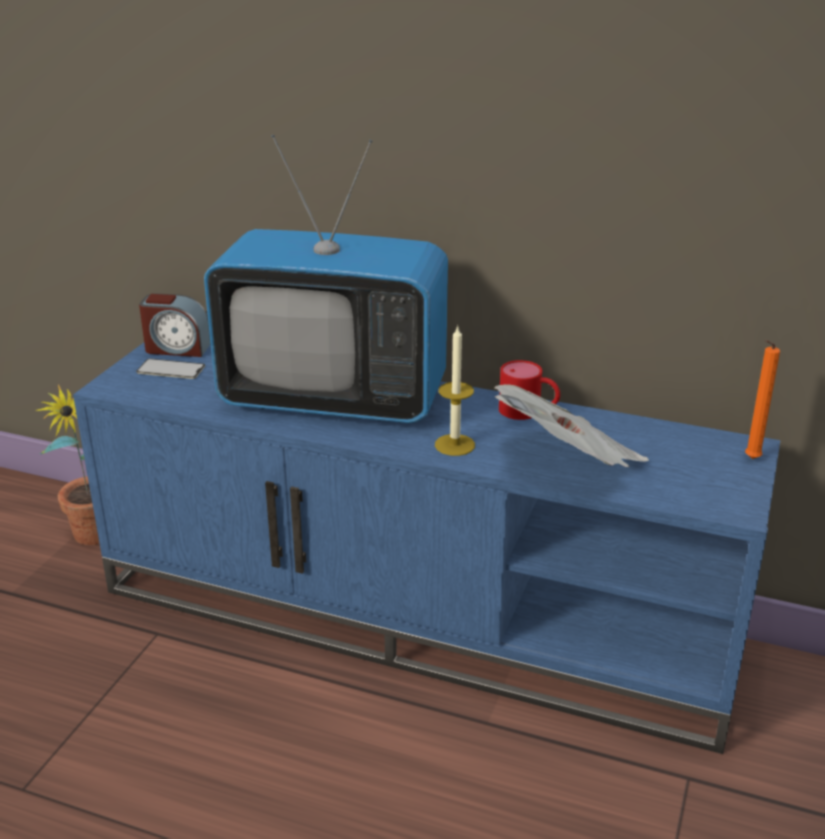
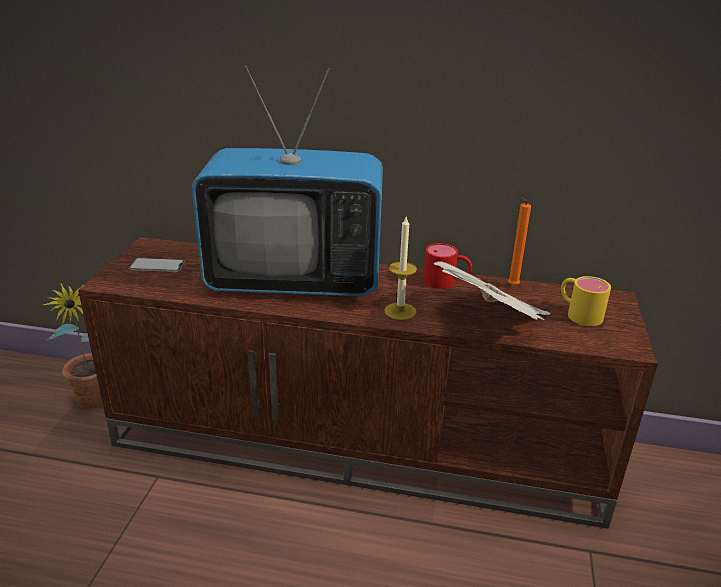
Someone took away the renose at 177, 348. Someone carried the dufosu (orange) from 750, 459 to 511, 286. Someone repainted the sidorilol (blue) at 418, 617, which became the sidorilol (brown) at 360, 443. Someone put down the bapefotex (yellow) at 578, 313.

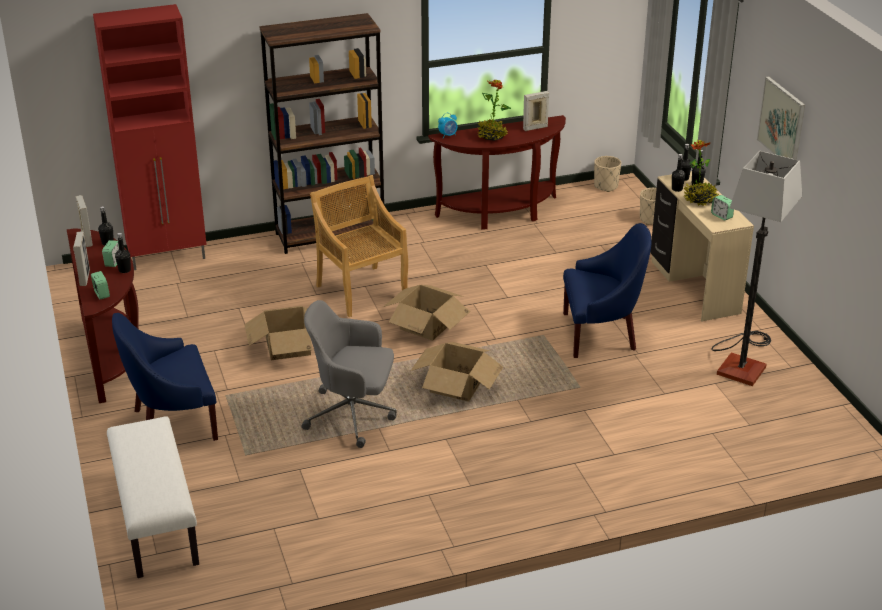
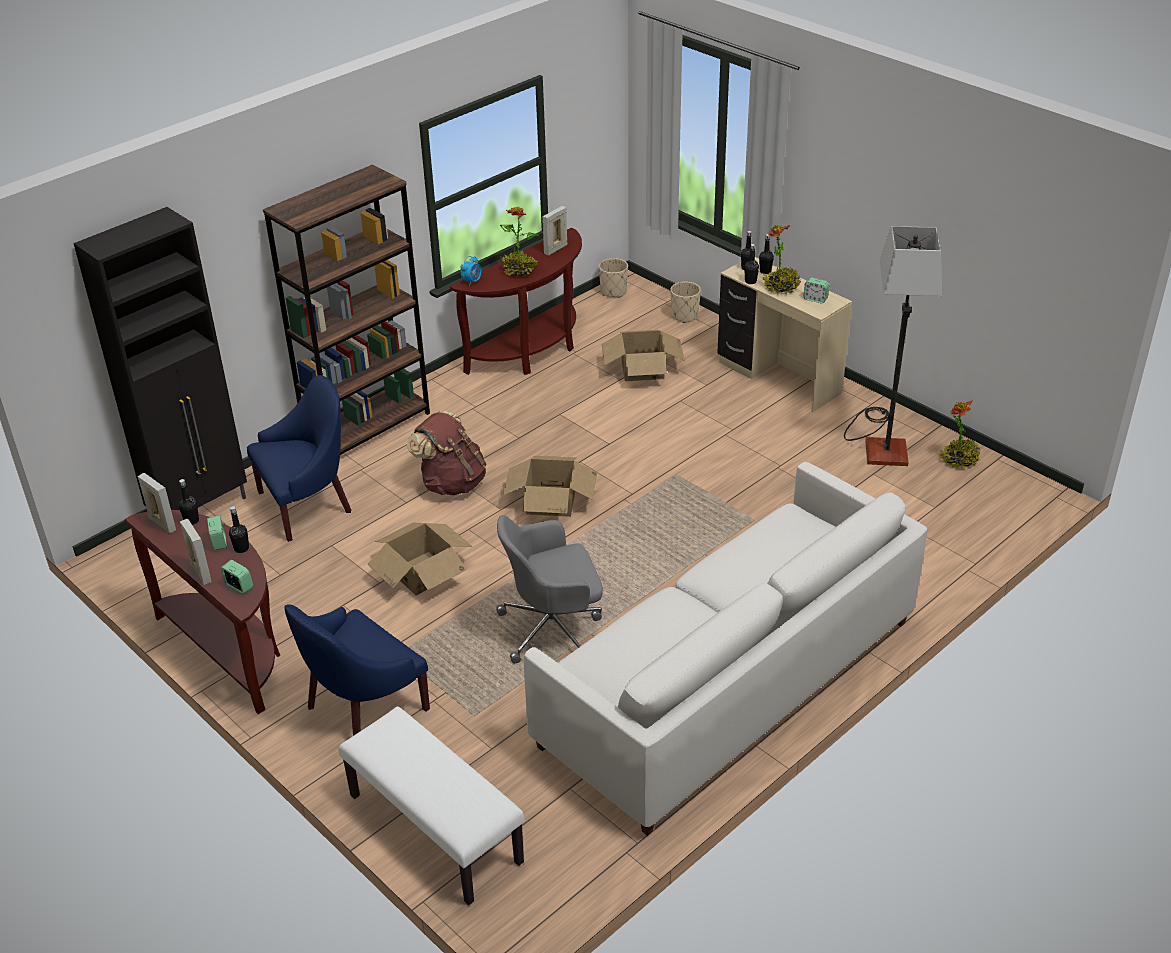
Someone repainted the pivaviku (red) at 169, 257, which became the pivaviku (black) at 201, 509. Someone took away the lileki at 781, 122. Someone swapped the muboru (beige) at 361, 290 for the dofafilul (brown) at 451, 483. Someone carried the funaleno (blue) from 601, 334 to 308, 504. Someone carried the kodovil from 456, 385 to 642, 368. Someone put down the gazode at 959, 460. Someone put down the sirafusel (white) at 728, 683.

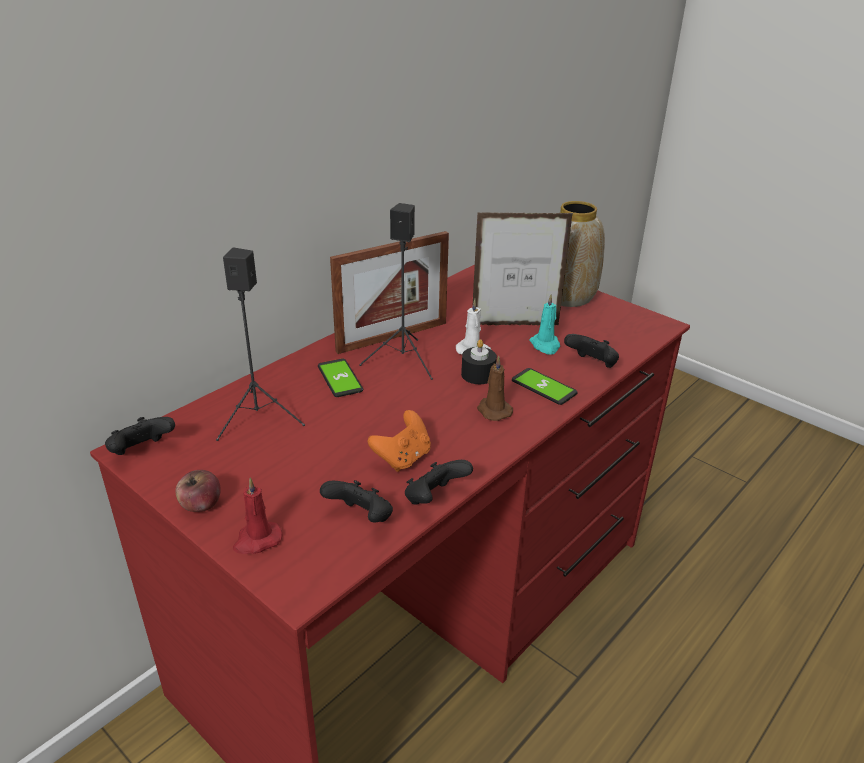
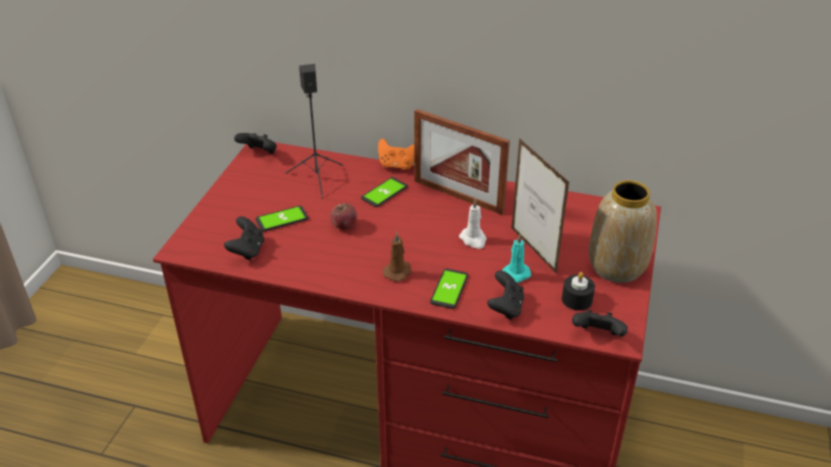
Someone took away the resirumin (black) at 404, 361. Someone carried the dufosu (black) from 478, 374 to 577, 299. Someone carried the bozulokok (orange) from 403, 458 to 398, 165. Someone carried the bozulokok (black) from 434, 499 to 597, 335. Someone carried the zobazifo from 200, 505 to 344, 226. Someone took away the dufosu (red) at 257, 540. Someone put down the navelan at 282, 219.

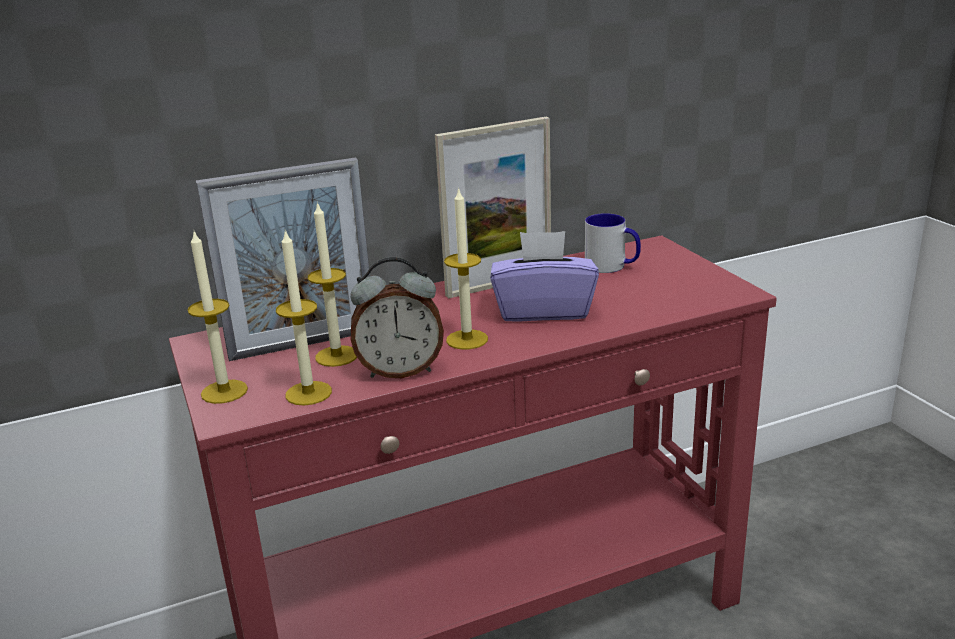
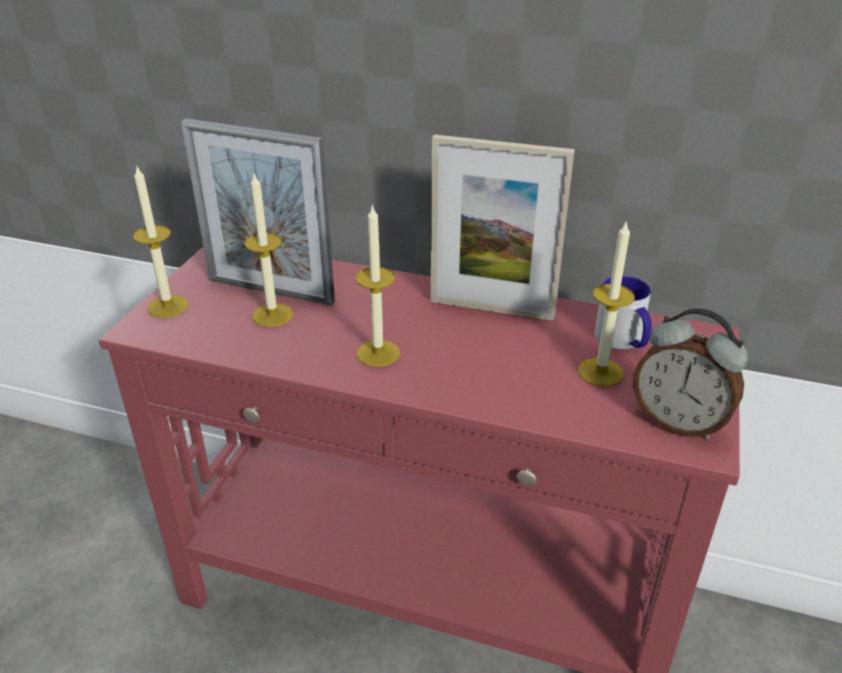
Someone carried the dufosu from 308, 393 to 600, 372. Someone took away the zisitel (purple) at 543, 310. Someone carried the renose from 400, 371 to 678, 422.

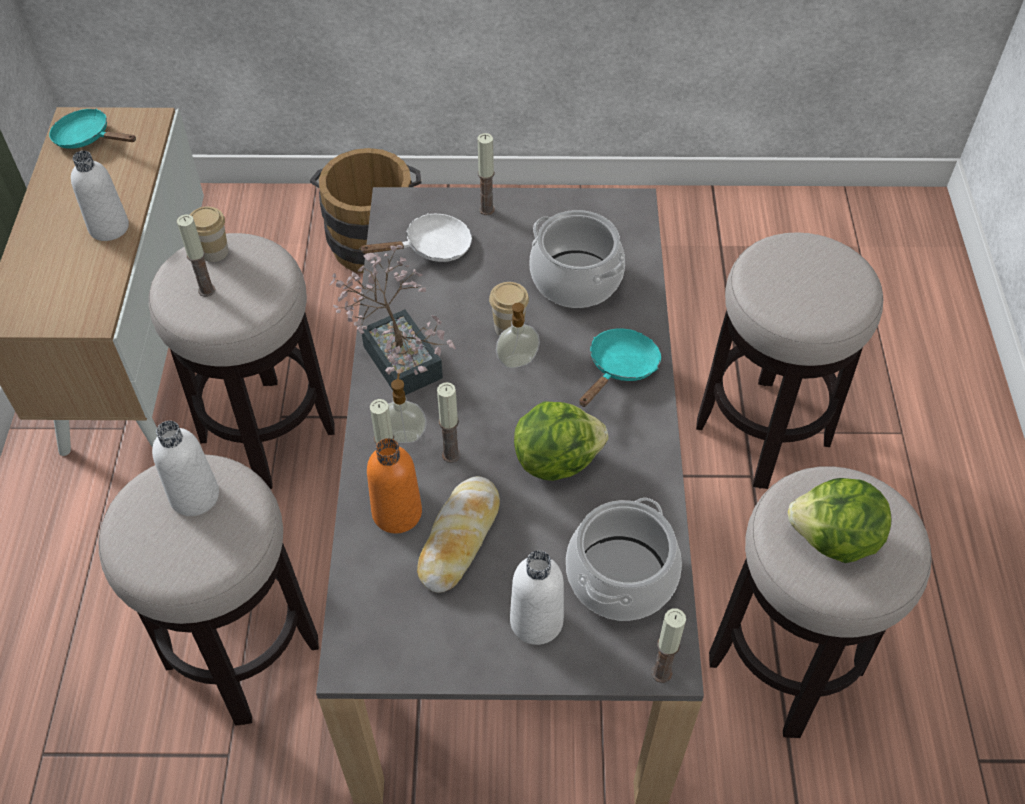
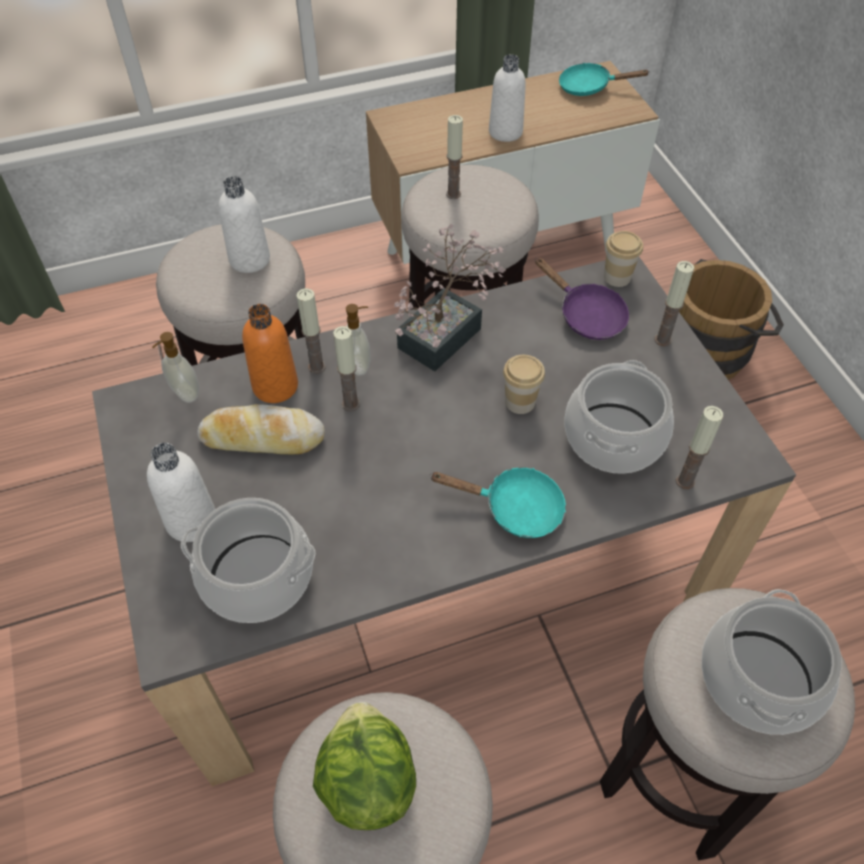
Someone rotated the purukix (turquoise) at 88, 138 by 90 degrees counterclockwise. Someone carried the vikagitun from 214, 252 to 617, 277. Someone repainted the purukix (white) at 431, 248, which became the purukix (purple) at 586, 315. Someone carried the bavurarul from 518, 362 to 185, 394. Someone took away the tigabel at 556, 459. Someone carried the dufosu from 661, 672 to 685, 481. Someone put down the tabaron at 757, 679.

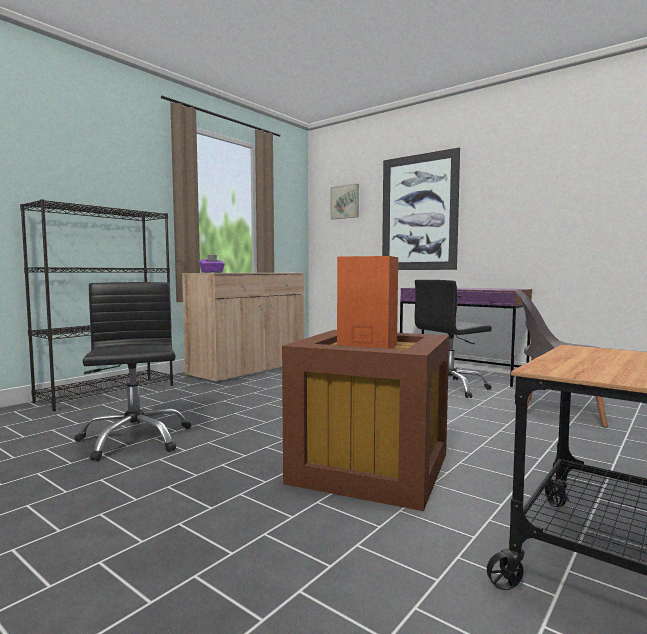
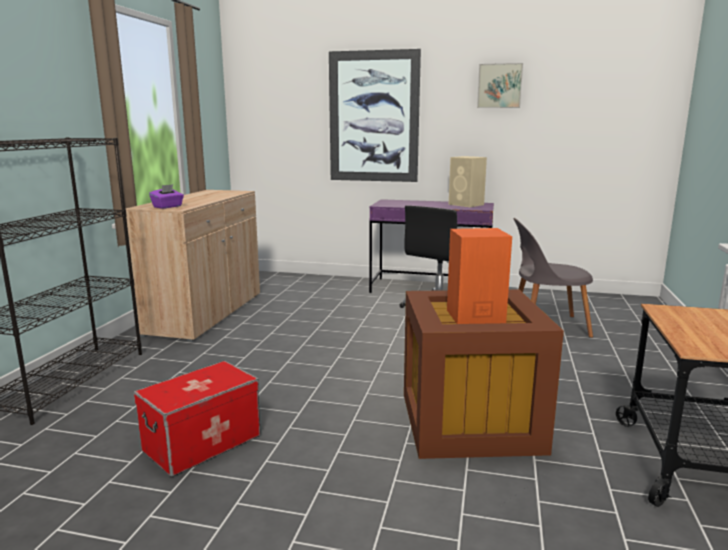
Someone carried the lileki from 345, 202 to 499, 86. Someone swapped the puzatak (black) at 134, 439 for the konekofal at 202, 442. Someone put down the resirumin (beige) at 466, 204.

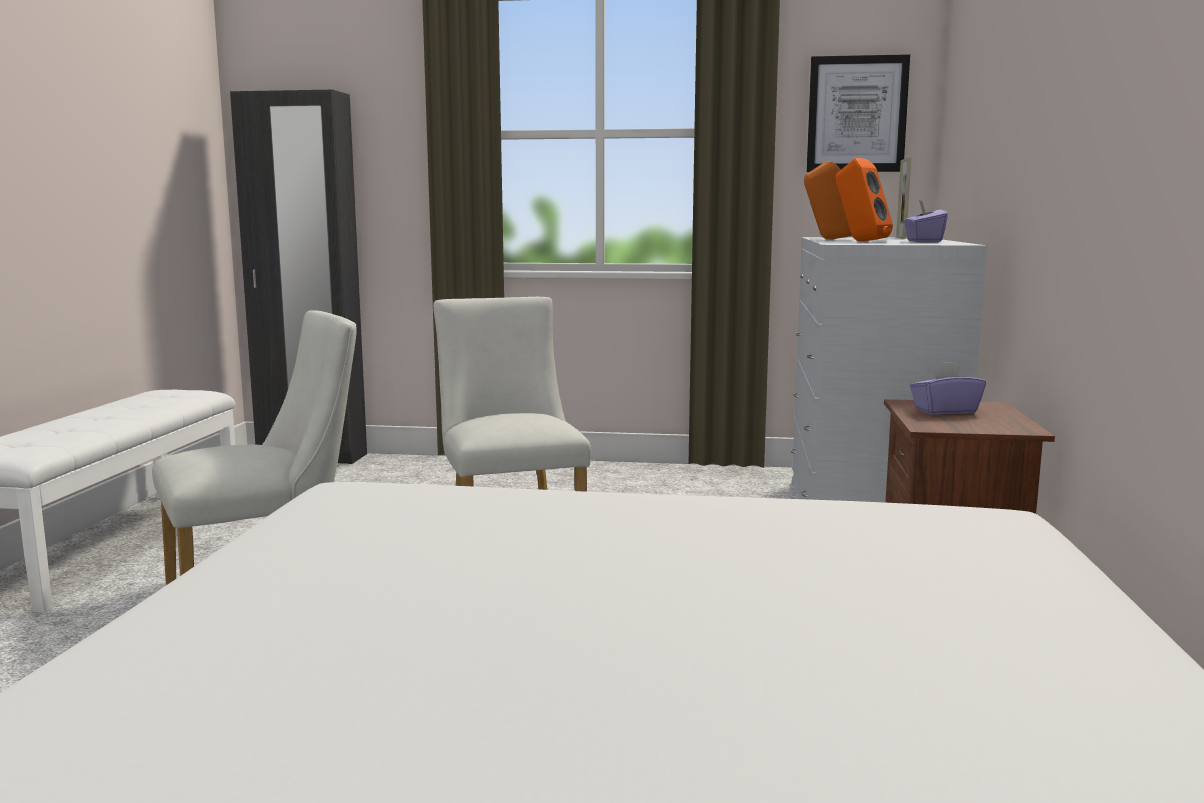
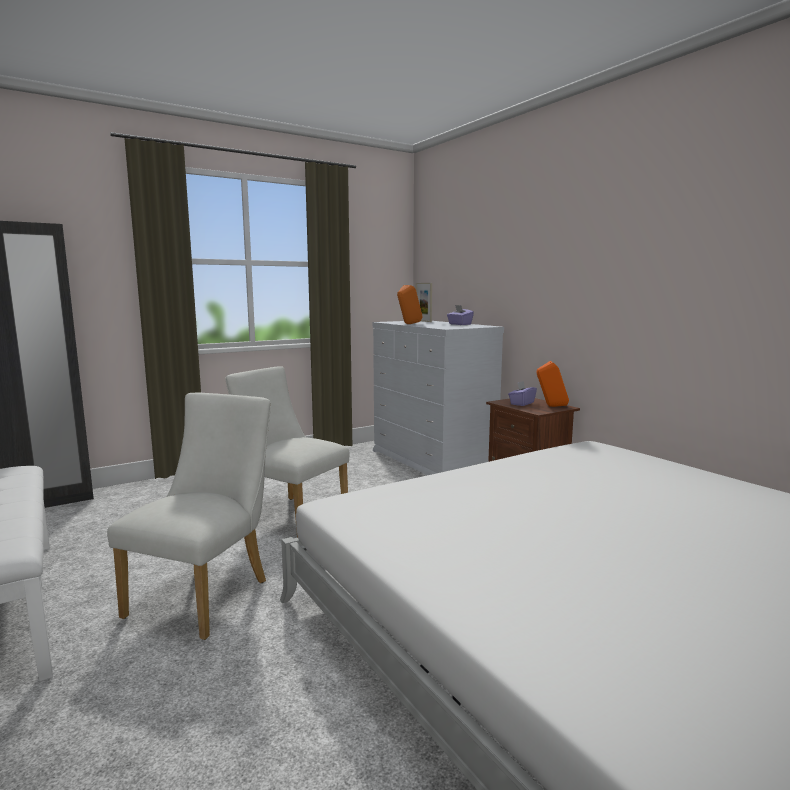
Someone took away the lileki at 857, 114. Someone carried the resirumin (orange) from 860, 241 to 551, 406.

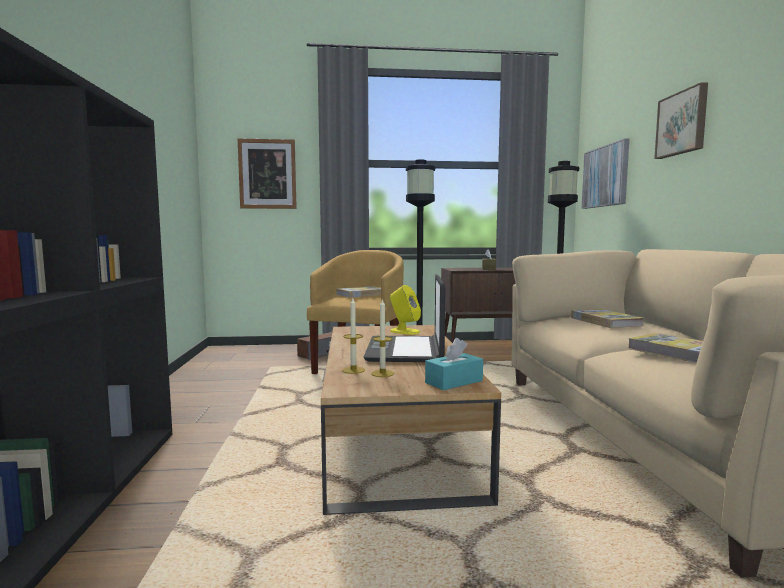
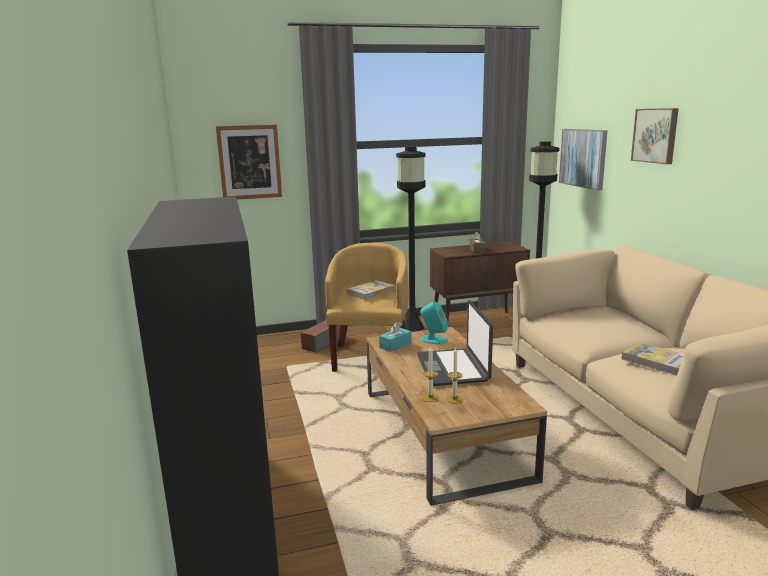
Someone repainted the resirumin (yellow) at 404, 331, which became the resirumin (turquoise) at 433, 340. Someone took away the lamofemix at 605, 321. Someone carried the zisitel (turquoise) from 454, 382 to 395, 345.

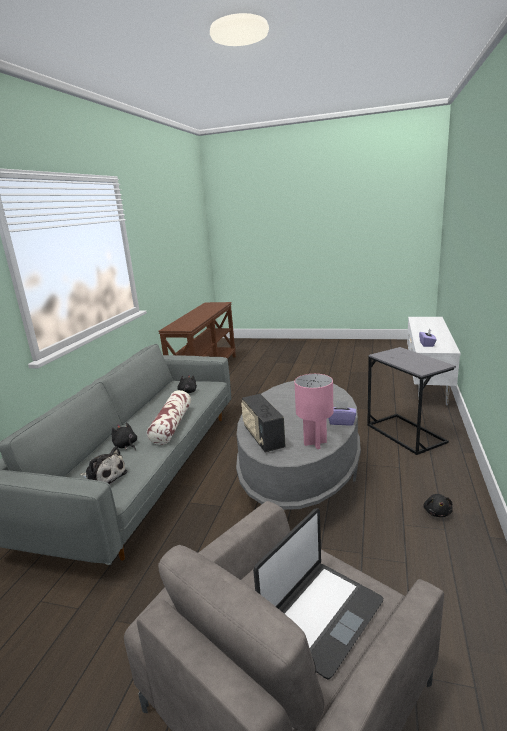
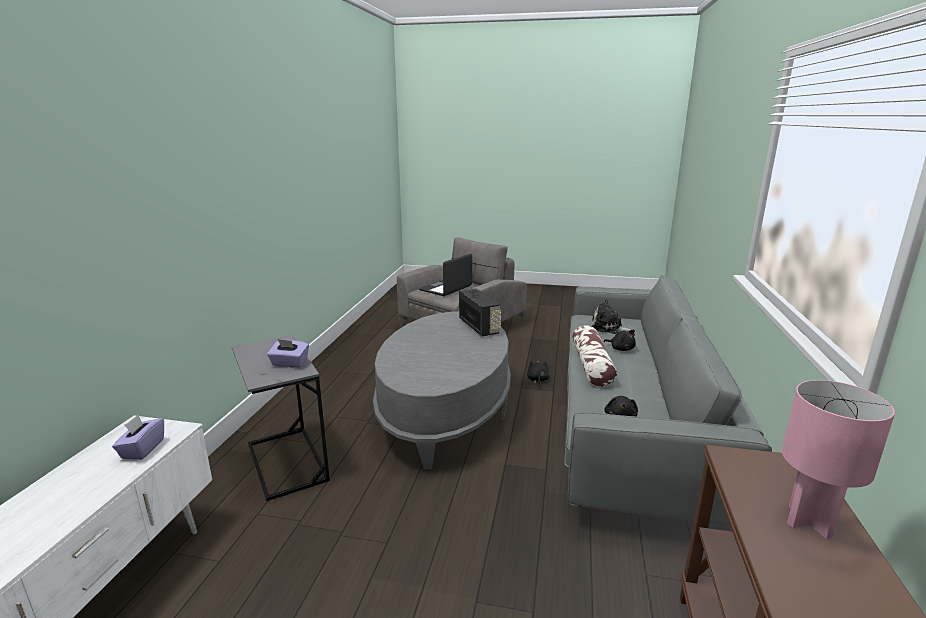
Someone carried the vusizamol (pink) from 315, 443 to 809, 522. Someone carried the zisitel (purple) from 341, 422 to 289, 363. Someone carried the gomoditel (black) from 437, 512 to 537, 380.

